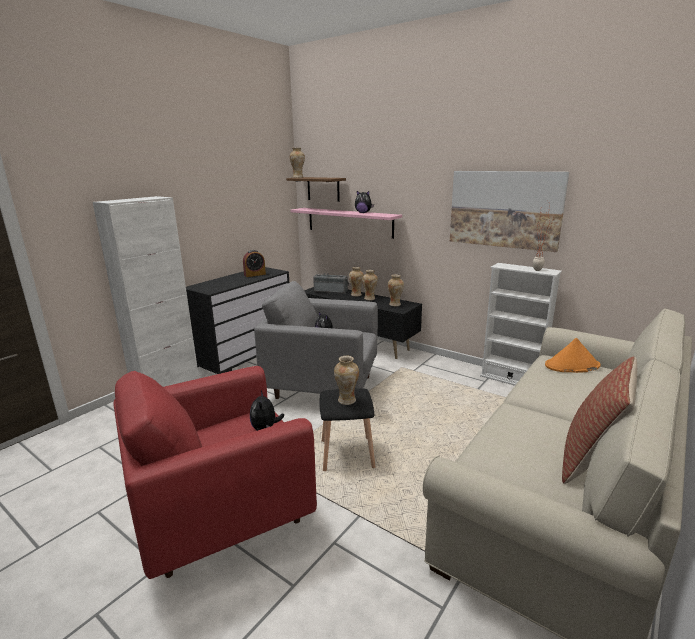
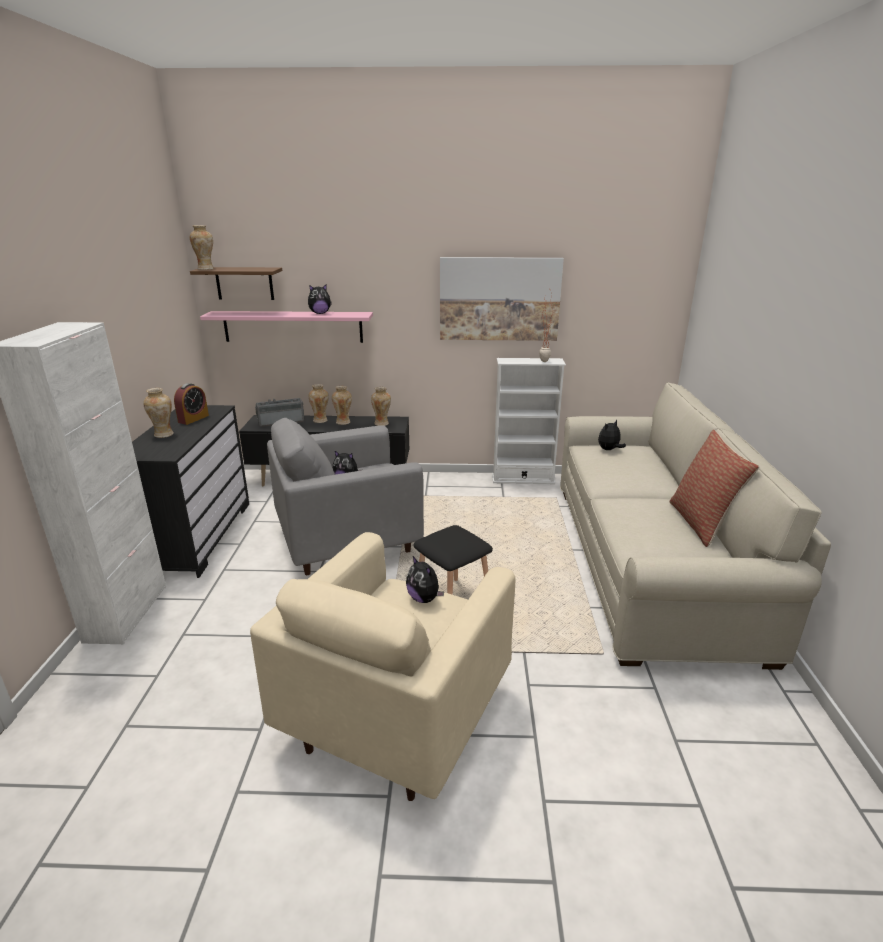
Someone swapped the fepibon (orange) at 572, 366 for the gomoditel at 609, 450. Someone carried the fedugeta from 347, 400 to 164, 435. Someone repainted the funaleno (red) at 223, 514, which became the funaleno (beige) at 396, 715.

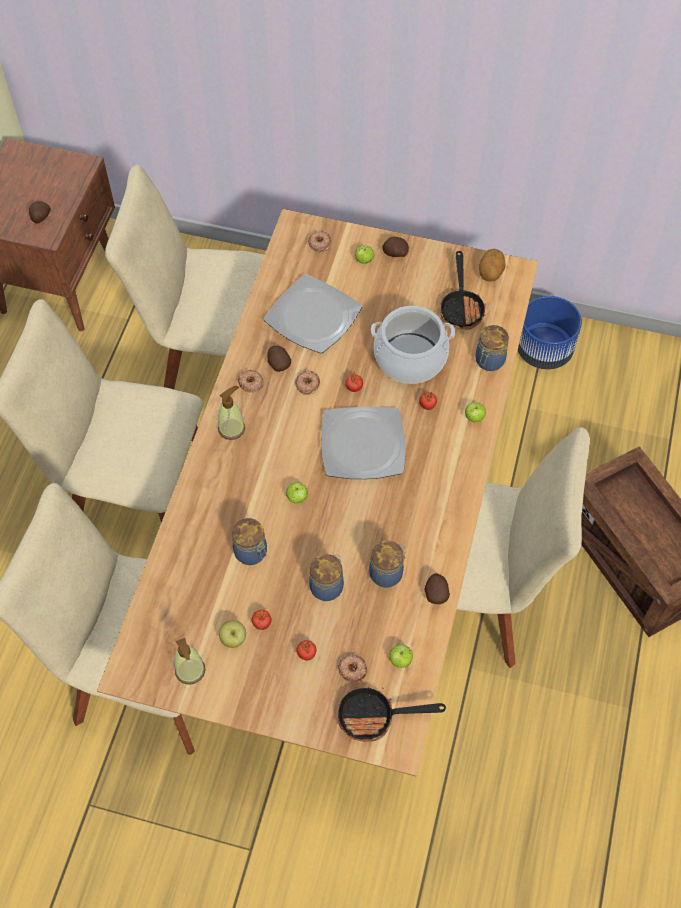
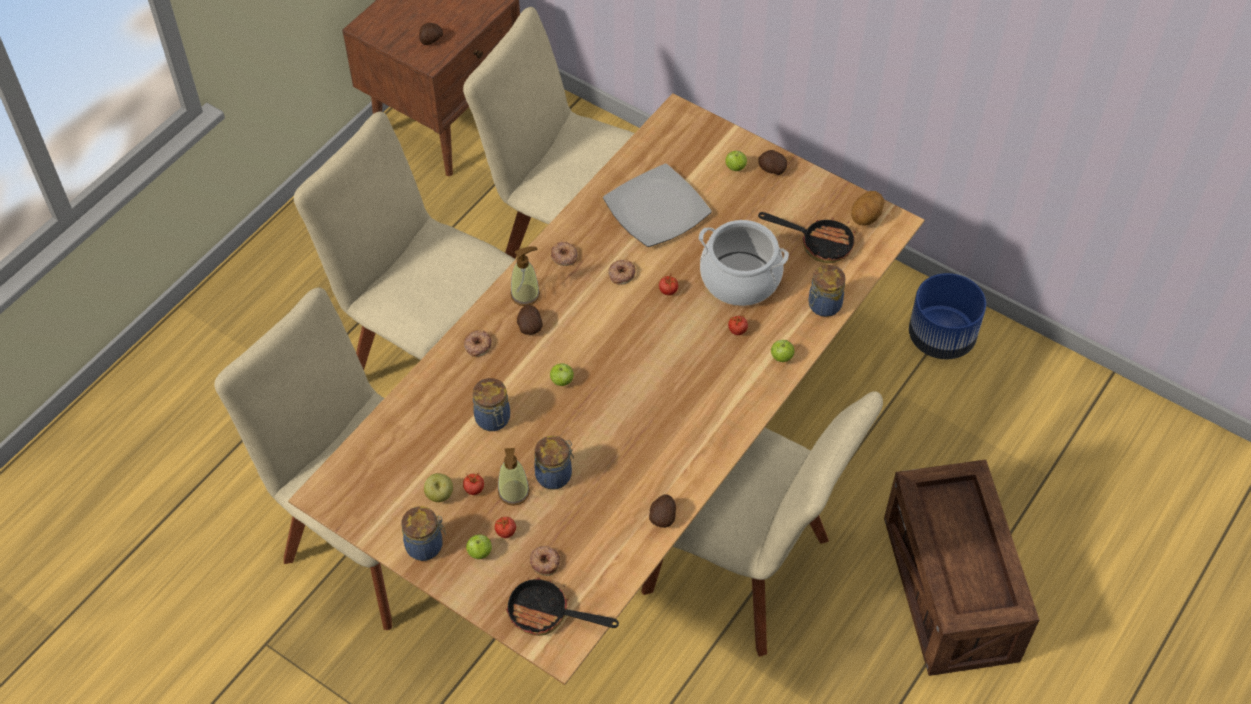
Someone carried the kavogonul from 319, 243 to 477, 345. Someone rotated the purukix at 461, 307 by 90 degrees counterclockwise. Someone carried the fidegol from 278, 363 to 529, 326. Someone took away the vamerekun at 363, 445. Someone carried the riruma from 387, 573 to 426, 546. Someone carried the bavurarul from 190, 670 to 513, 492. Someone carried the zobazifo from 400, 660 to 479, 553.

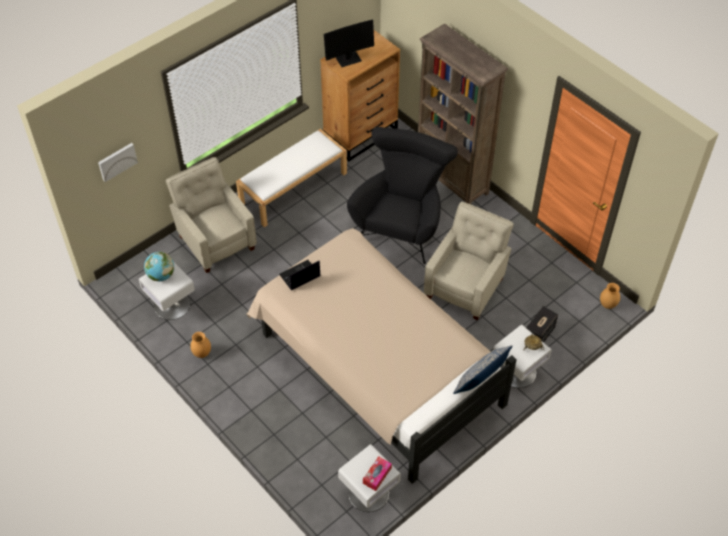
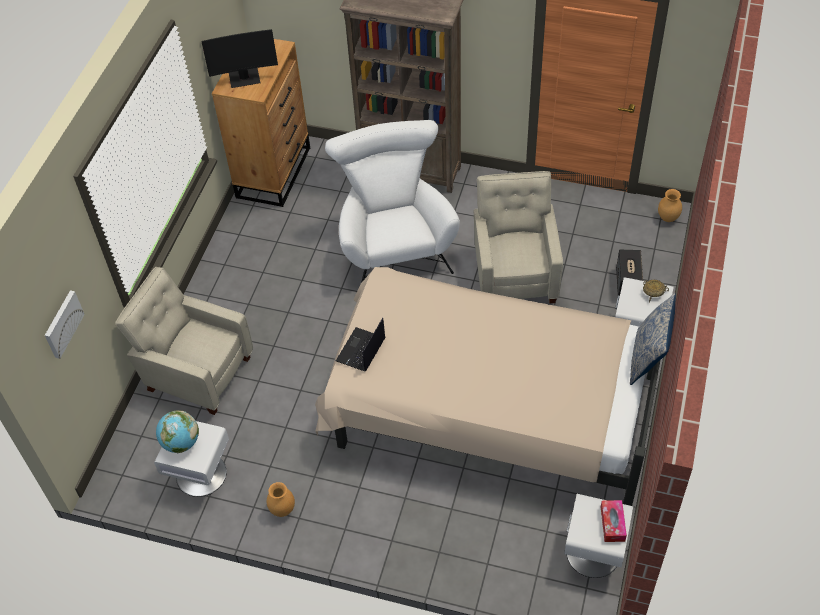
Someone rotated the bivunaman at 348, 59 by 45 degrees clockwise. Someone repainted the funaleno (black) at 401, 223, which became the funaleno (white) at 394, 244. Someone took away the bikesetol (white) at 293, 188.

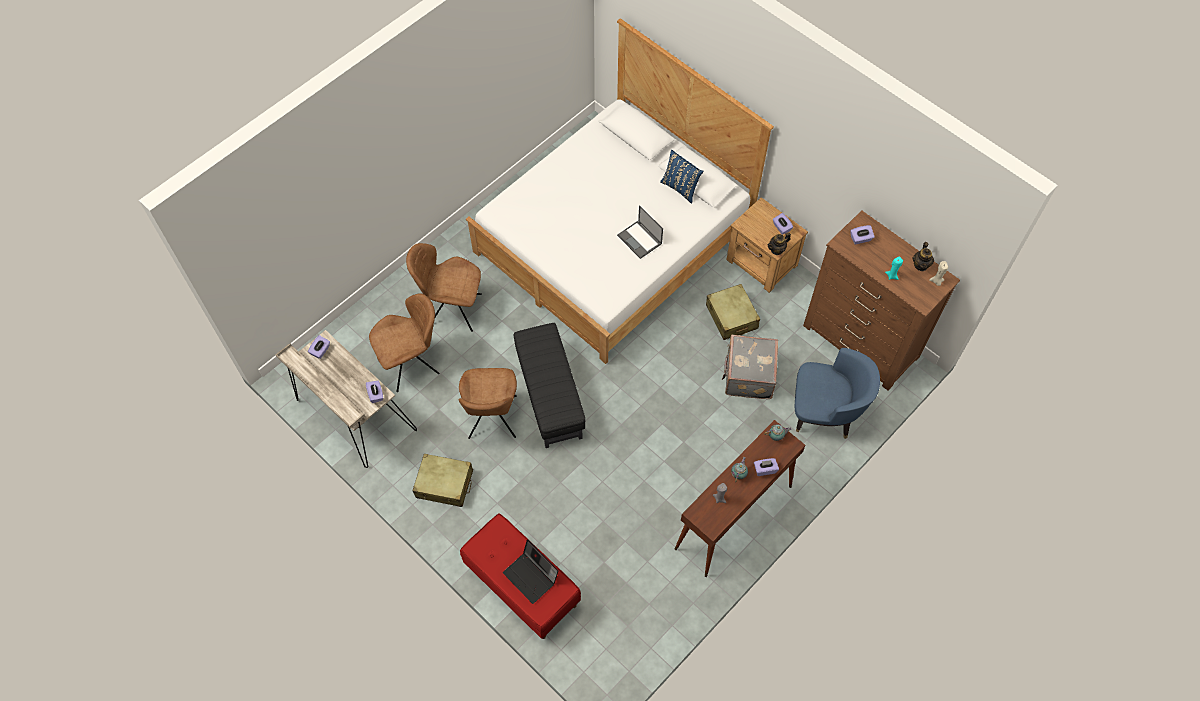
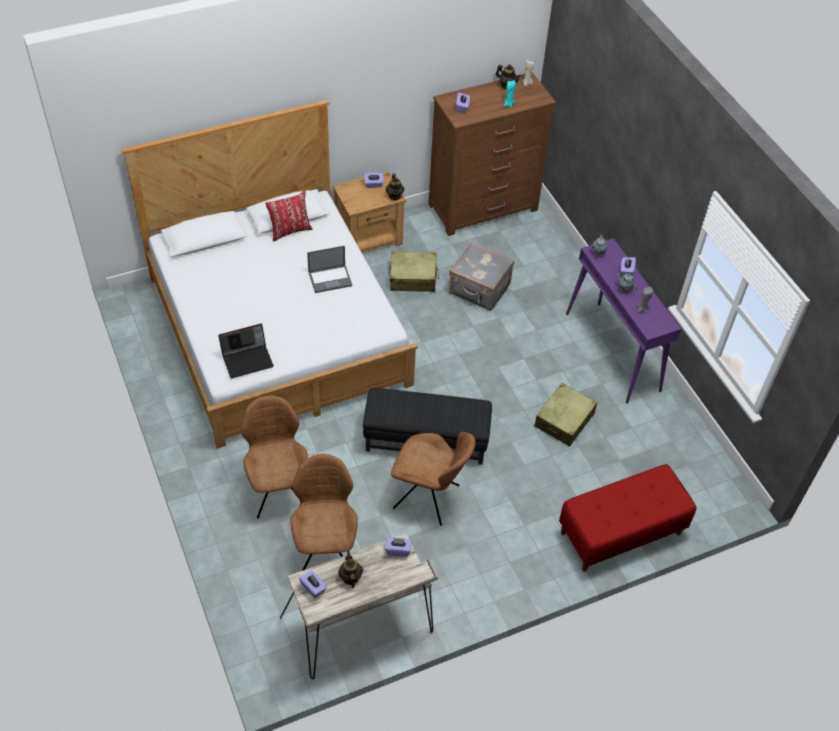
Someone repainted the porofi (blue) at 680, 188, which became the porofi (red) at 289, 230. Someone rotated the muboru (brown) at 453, 309 by 135 degrees clockwise. Someone took away the funaleno (blue) at 825, 413. Someone repainted the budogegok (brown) at 733, 518, which became the budogegok (purple) at 612, 352. Someone carried the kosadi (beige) from 444, 484 to 564, 420. Someone carried the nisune from 532, 576 to 248, 359. Someone put down the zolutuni at 350, 577.

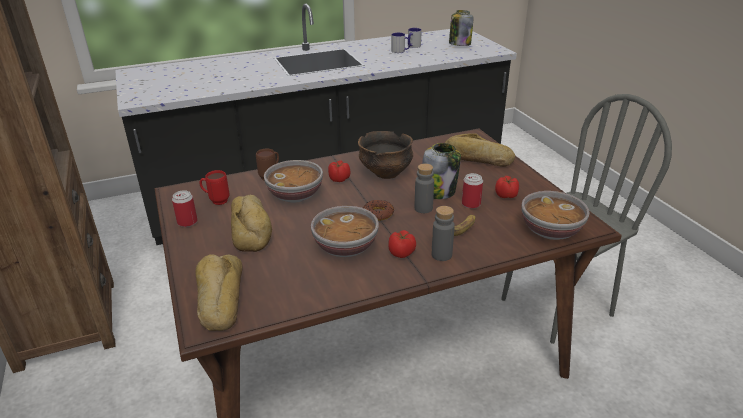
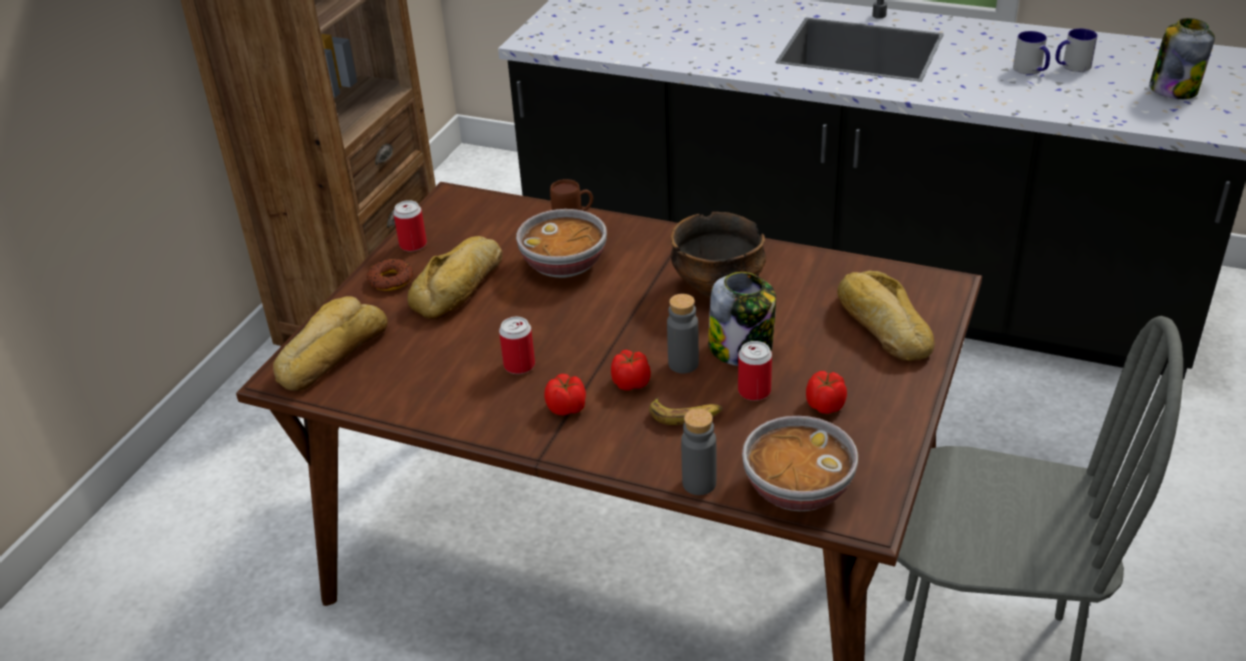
Someone carried the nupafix from 339, 179 to 630, 382. Someone took away the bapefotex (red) at 216, 201. Someone carried the kavogonul from 378, 214 to 390, 280. Someone swapped the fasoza at 345, 247 for the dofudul at 519, 365. Someone carried the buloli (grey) from 441, 255 to 699, 483.

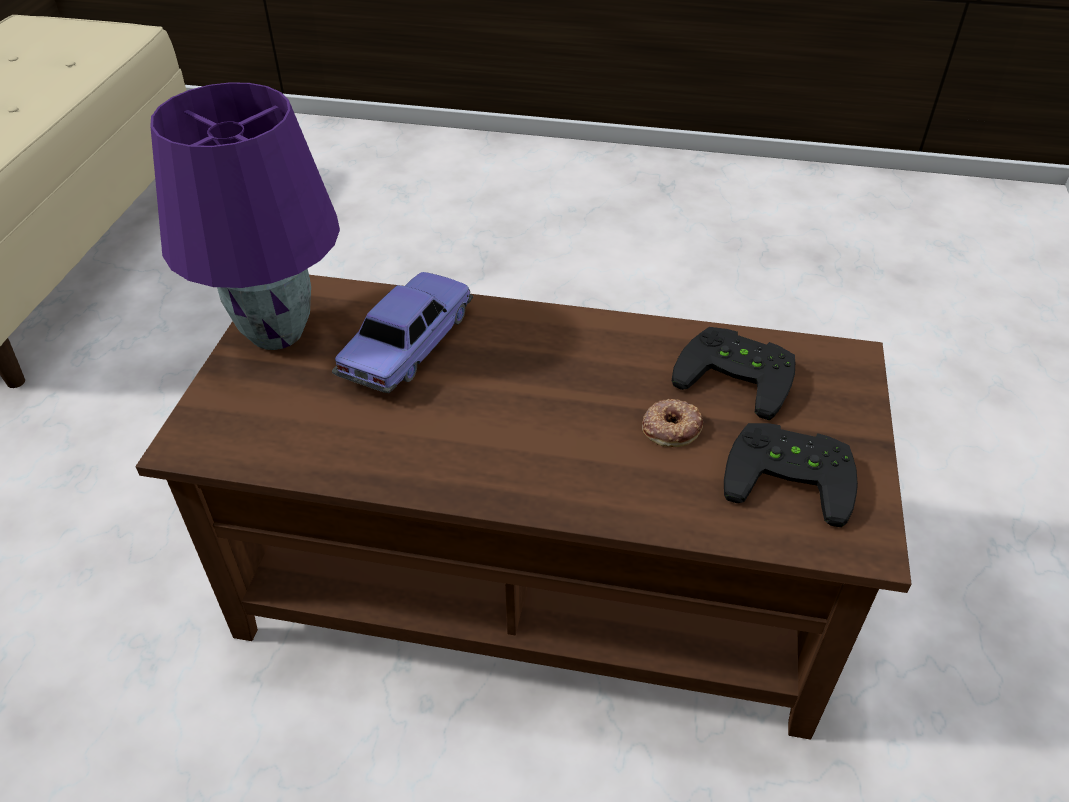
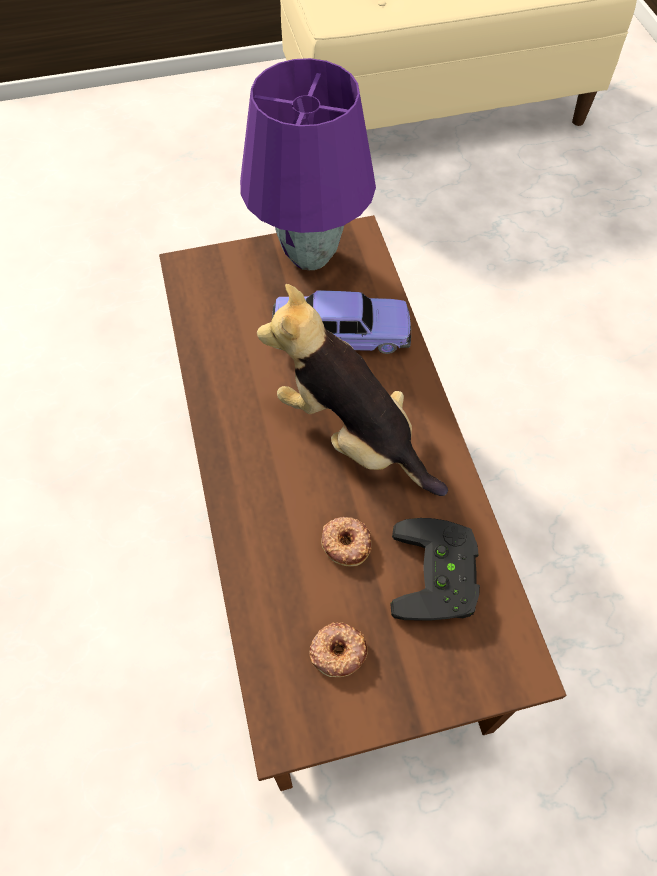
Someone swapped the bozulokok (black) at 790, 474 for the kavogonul at 338, 651. Someone put down the gomoditel at 352, 435.

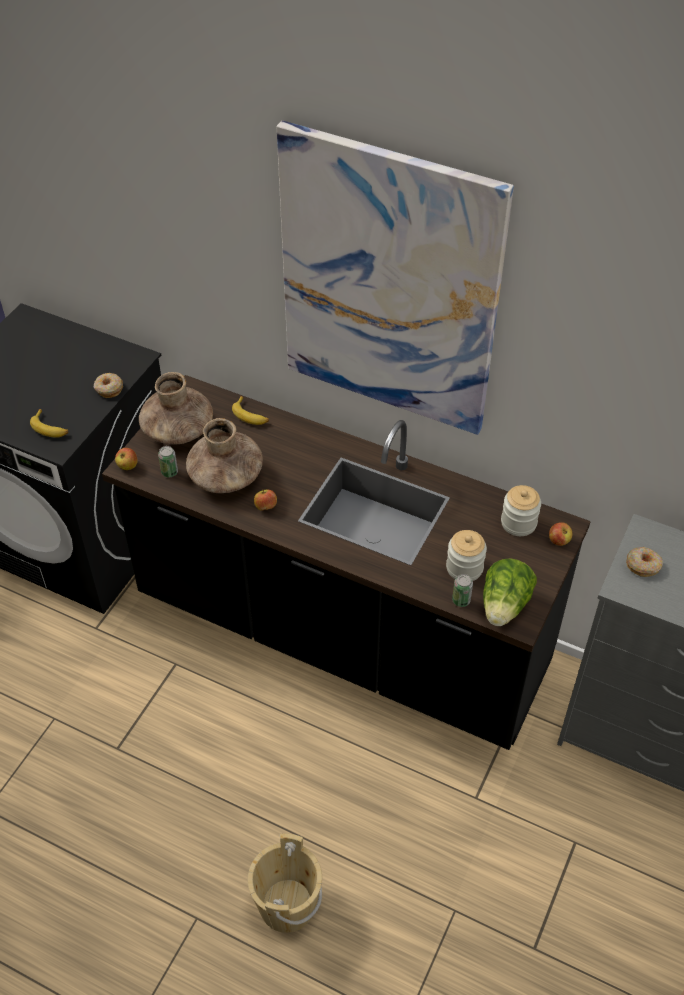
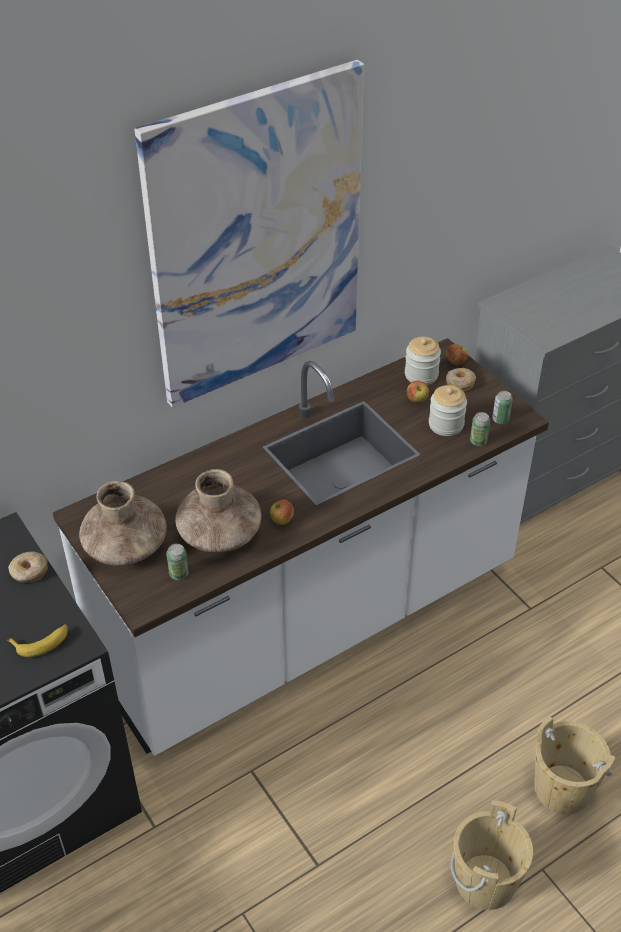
Someone repainted the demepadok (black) at 342, 634, which became the demepadok (white) at 310, 623. Someone took away the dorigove at 251, 415. Someone carried the zobazifo from 127, 466 to 417, 399. Someone carried the kavogonul from 643, 565 to 460, 383. Someone swapped the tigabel at 504, 606 for the dofudul at 500, 419. Someone put down the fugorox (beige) at 485, 880.

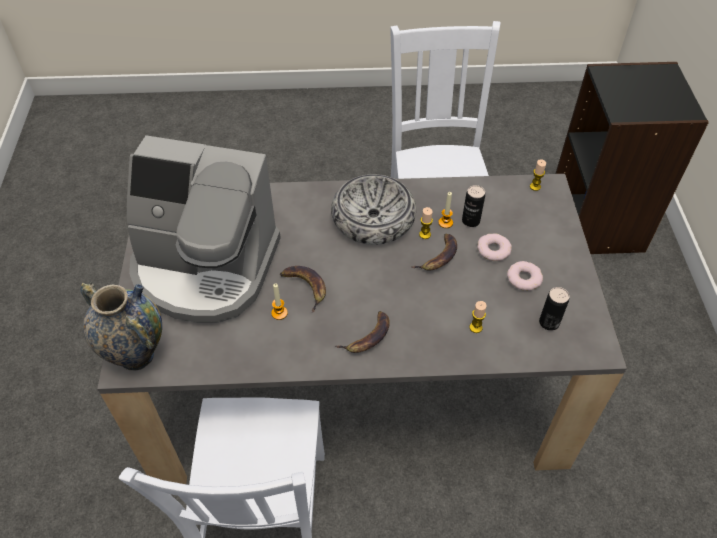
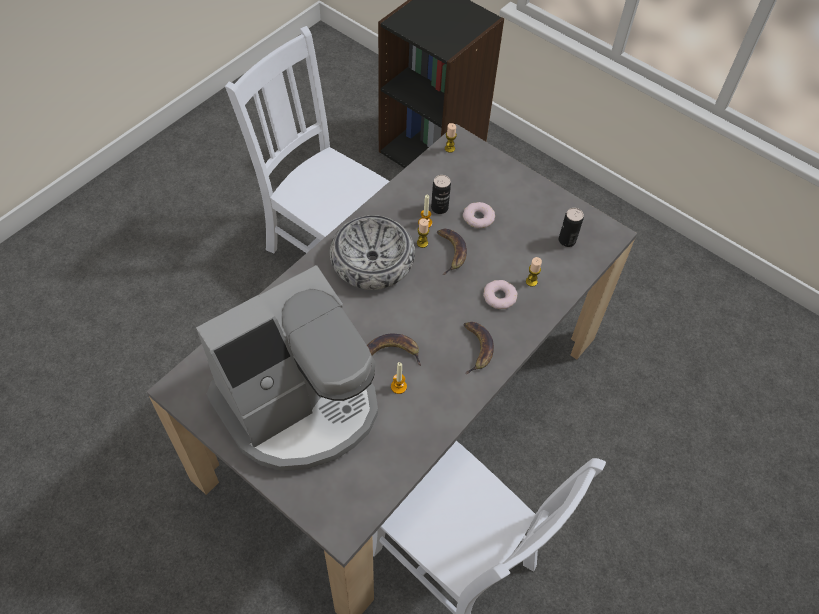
Someone carried the kavogonul from 524, 278 to 499, 297. Someone took away the fedugeta at 136, 355.

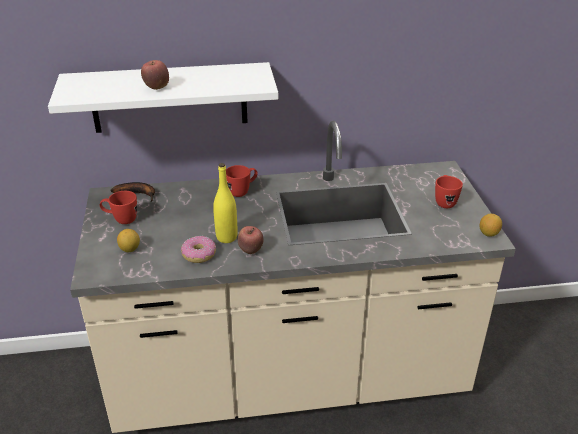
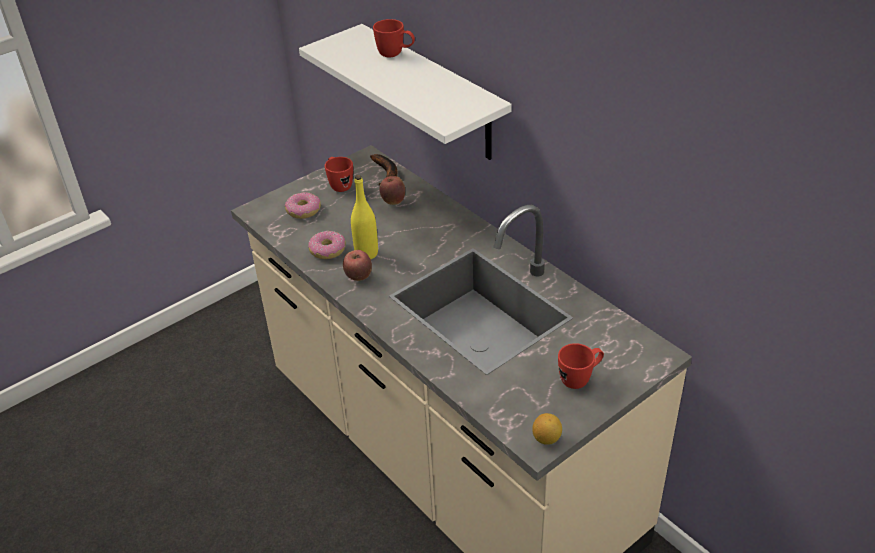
Someone carried the zobazifo from 156, 88 to 393, 201. Someone carried the bapefotex (red) from 242, 191 to 395, 55. Someone swapped the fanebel at 130, 249 for the kavogonul at 303, 211.

